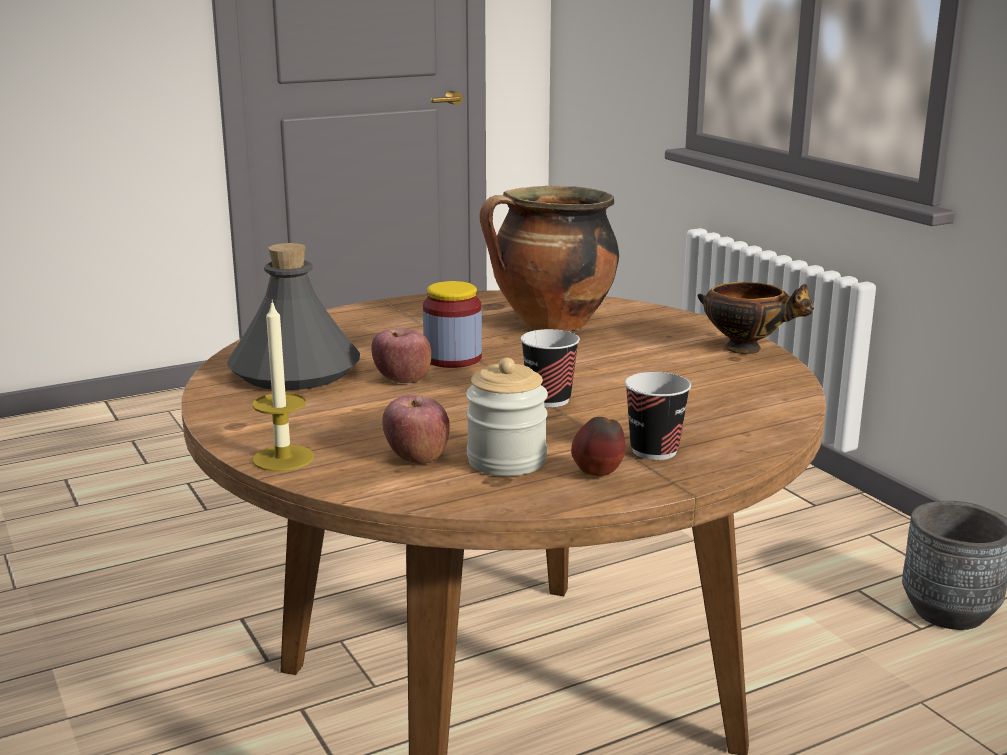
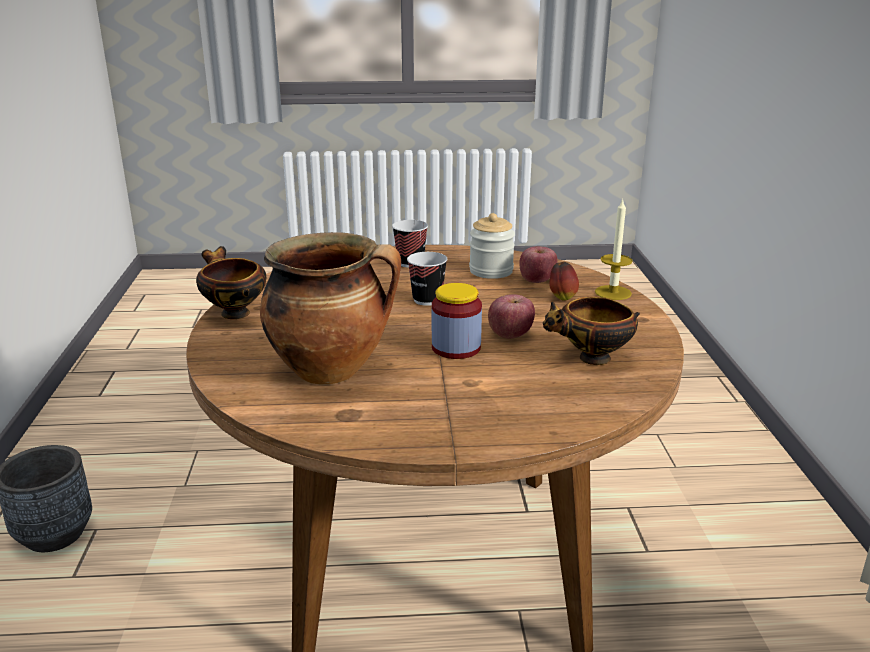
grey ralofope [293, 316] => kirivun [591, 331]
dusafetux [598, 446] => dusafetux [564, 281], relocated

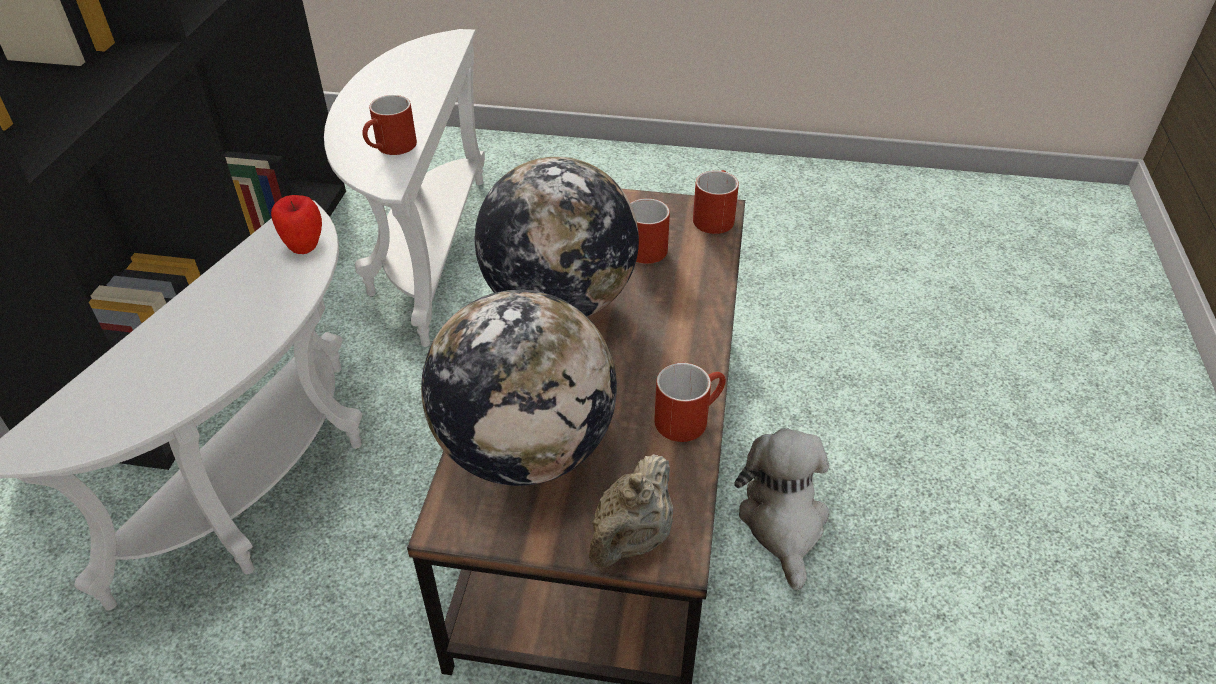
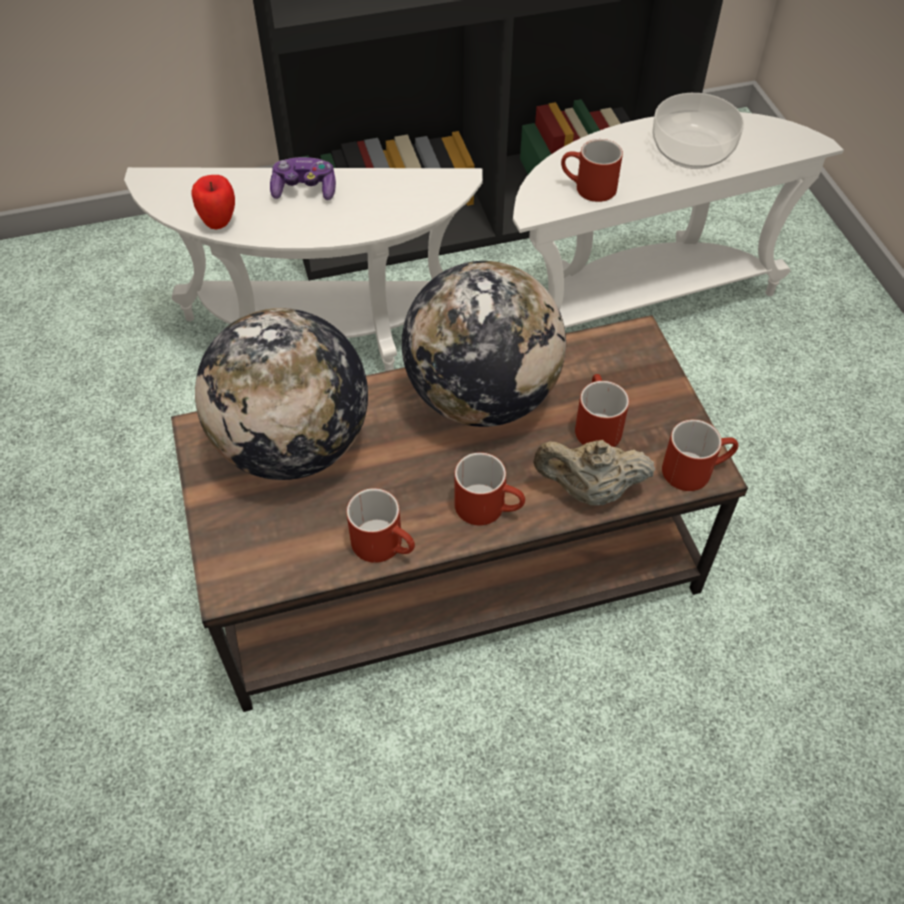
dusafetux [296, 224] => dusafetux [213, 202], relocated
nothing => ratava [303, 178]
nothing => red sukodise [489, 488]
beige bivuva [631, 511] => beige bivuva [594, 473], relocated
nothing => kirivun [698, 131]
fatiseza [782, 509] => nothing

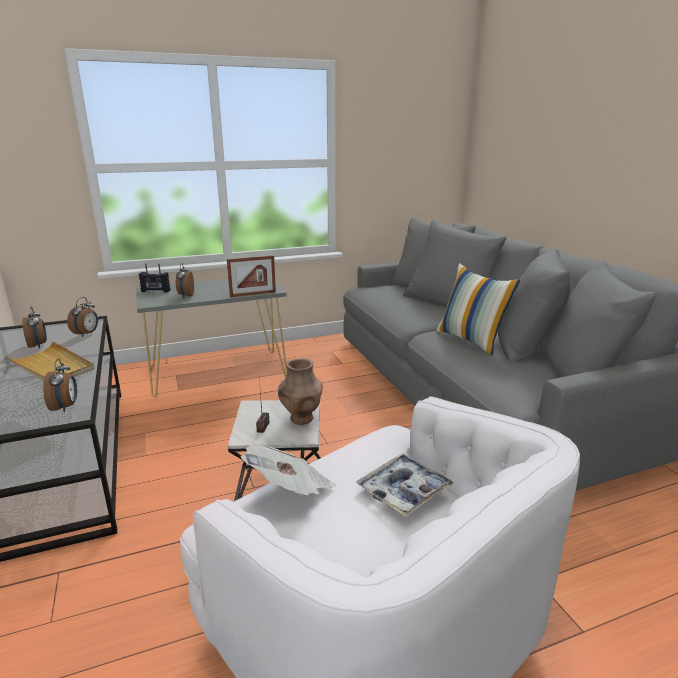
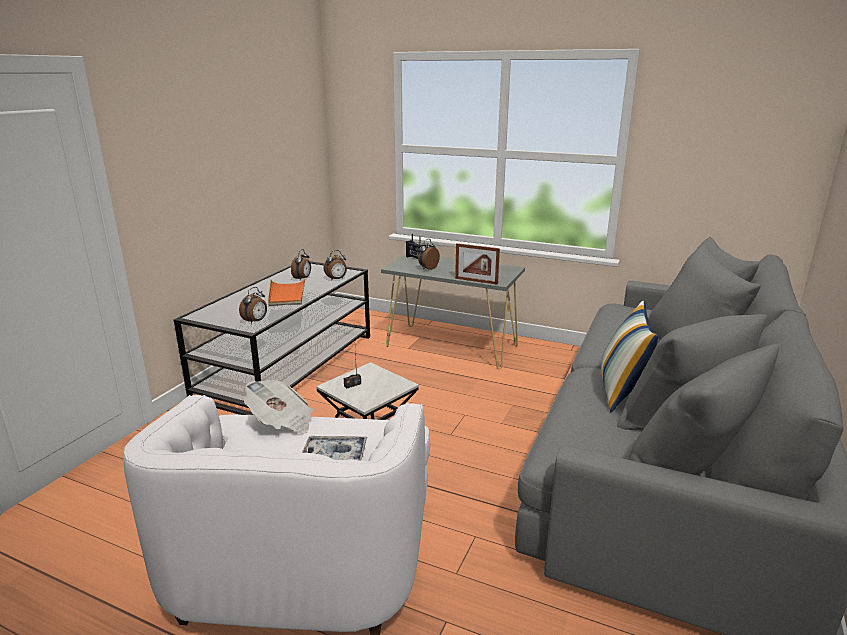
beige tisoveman [49, 361] => orange tisoveman [287, 292]
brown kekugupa [300, 391] => nothing

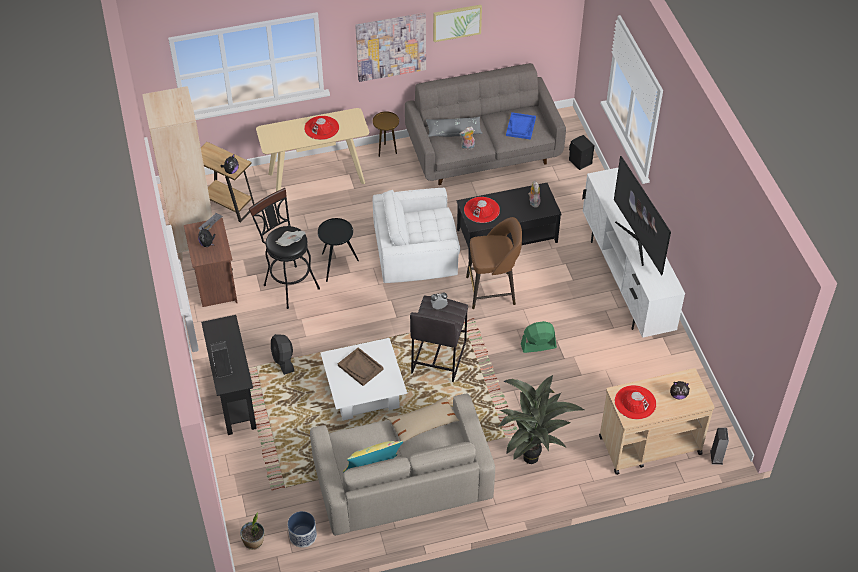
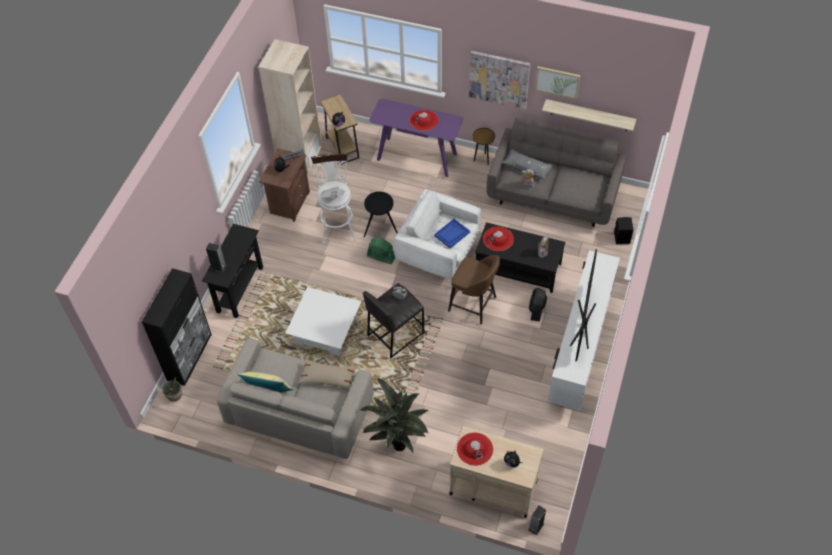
nothing => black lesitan [177, 327]
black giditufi [284, 248] => white giditufi [333, 198]
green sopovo [539, 337] => green sopovo [381, 250], relocated
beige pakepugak [312, 150] => purple pakepugak [416, 138]
blue tisoveman [521, 126] => blue tisoveman [452, 233], relocated
black sopovo [282, 354] => black sopovo [538, 305], relocated
nothing => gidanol [589, 115]
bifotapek [302, 529] => nothing
brown tisoveman [361, 366] => nothing

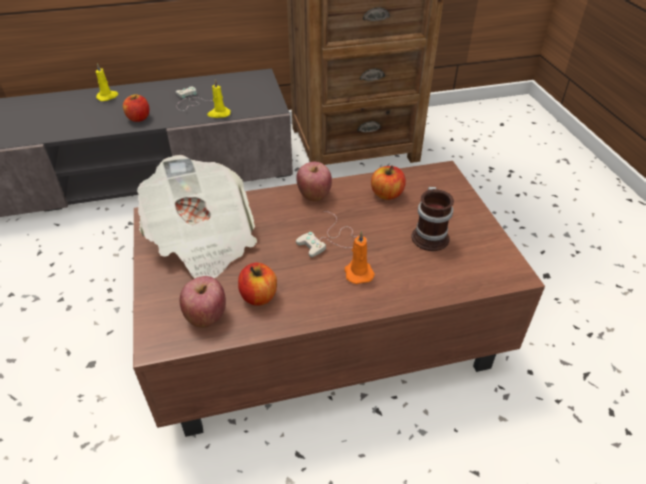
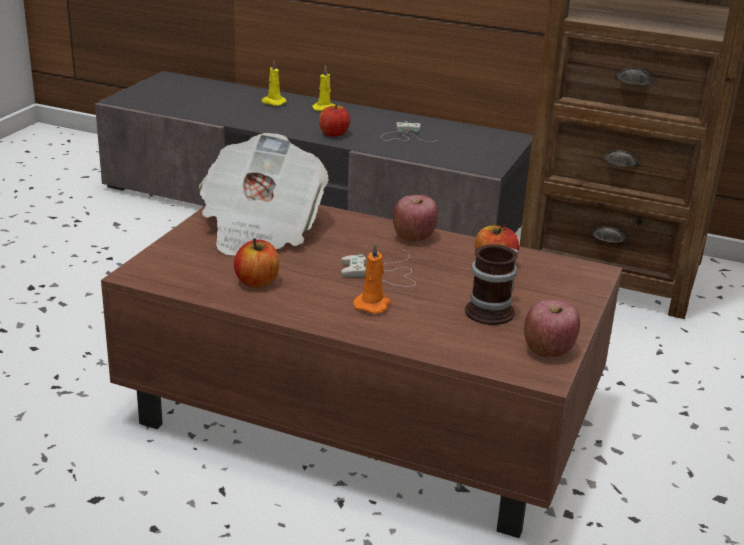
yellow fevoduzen [219, 98] => yellow fevoduzen [274, 83], relocated
dusafetux [203, 302] => dusafetux [552, 328], relocated

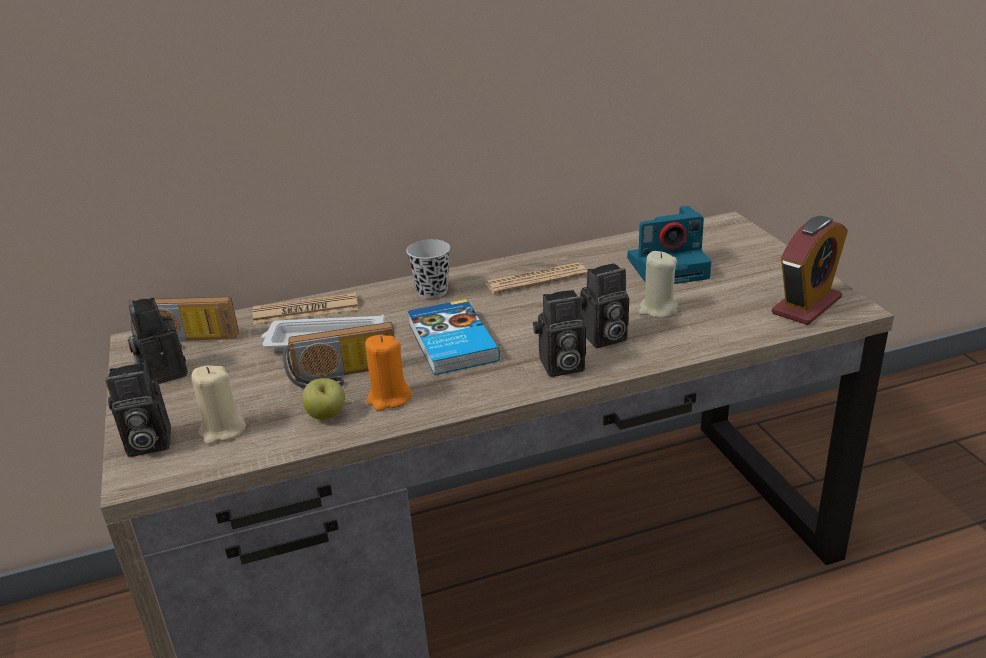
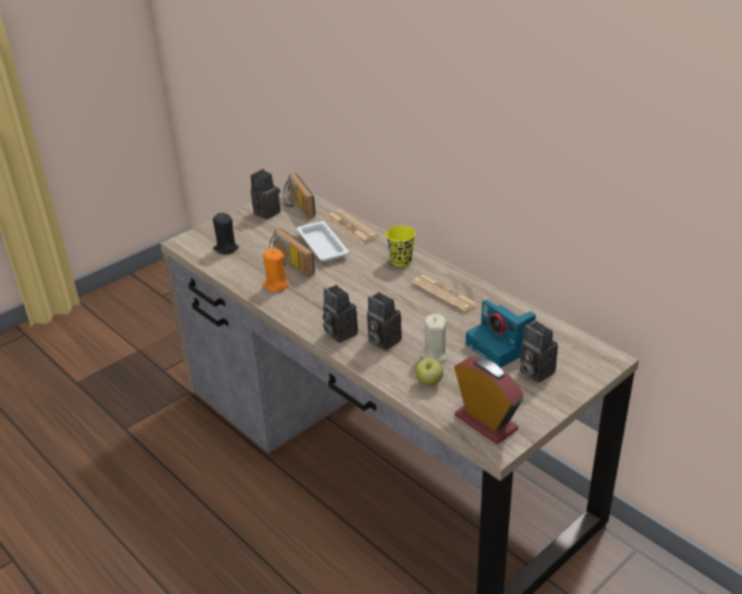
beige fevoduzen [218, 404] => black fevoduzen [226, 233]
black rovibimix [428, 269] => yellow rovibimix [400, 246]
dusafetux [323, 399] => dusafetux [429, 372], relocated
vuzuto [810, 270] => vuzuto [489, 400], 150 degrees counterclockwise
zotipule [138, 410] => zotipule [539, 352], relocated
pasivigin [454, 337] => nothing

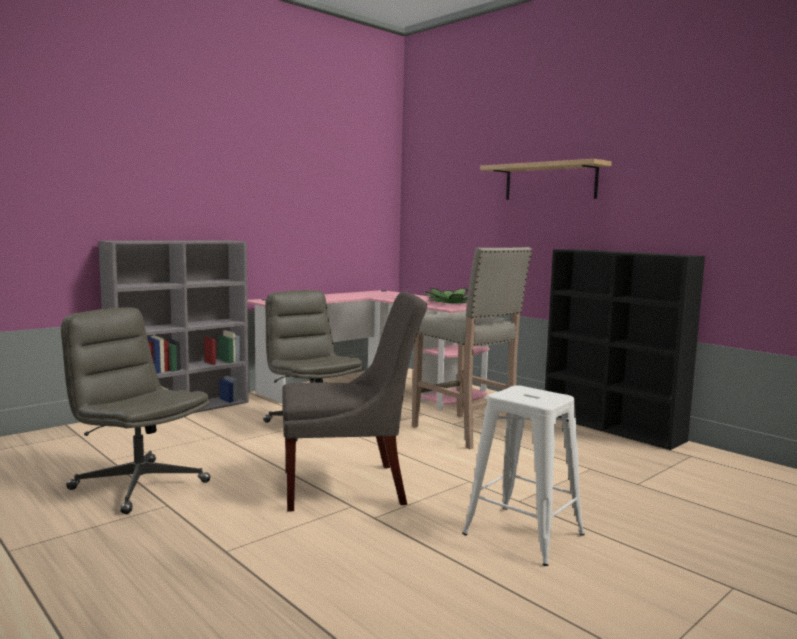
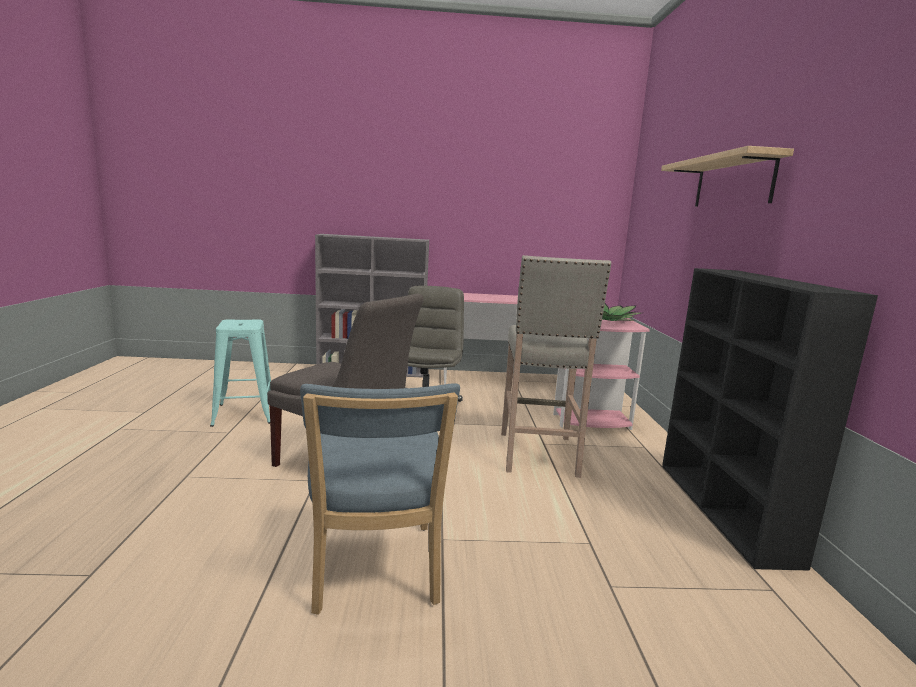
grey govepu [136, 411] => turquoise giditufi [240, 373]
white giditufi [523, 475] => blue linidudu [380, 499]

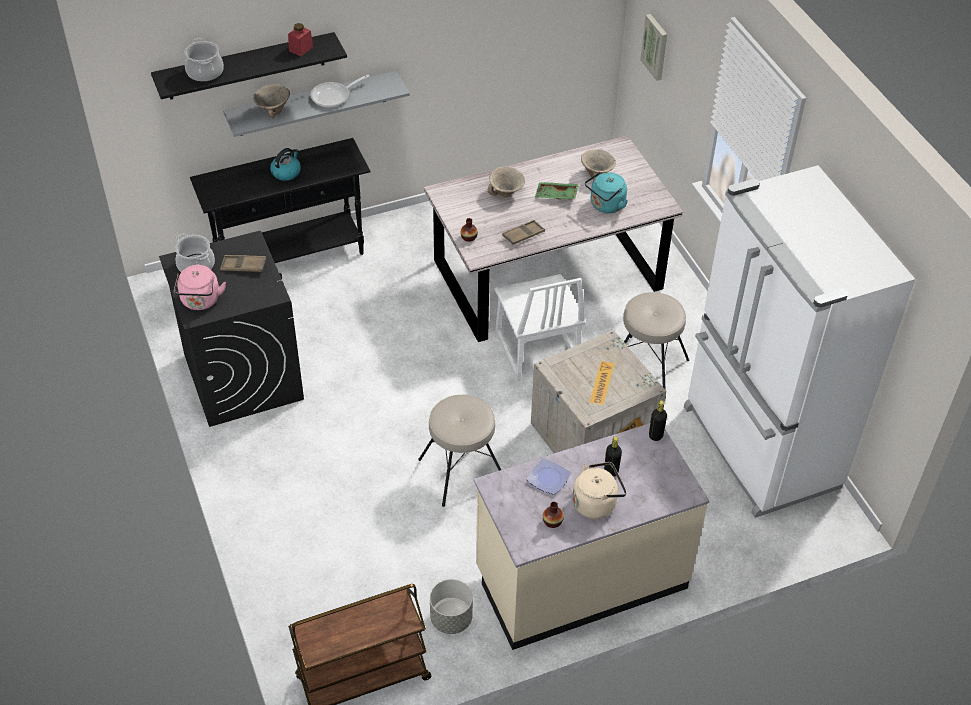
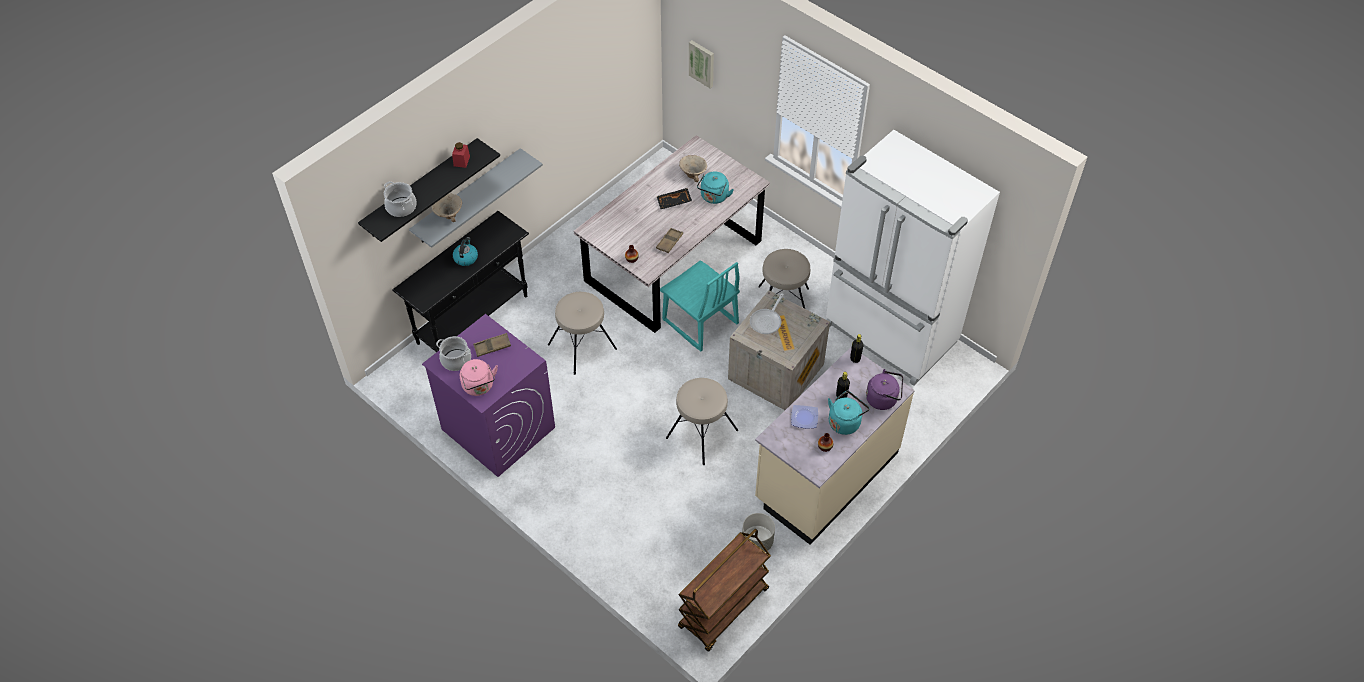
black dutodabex [231, 329] => purple dutodabex [488, 395]
nothing => beige giditufi [582, 333]
green tisoveman [557, 190] => black tisoveman [674, 198]
white linidudu [540, 327] => turquoise linidudu [700, 306]
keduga [339, 91] => keduga [767, 313], relocated
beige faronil [599, 490] => turquoise faronil [848, 413]
nothing => purple faronil [884, 389]
beige kirivun [506, 182] => nothing

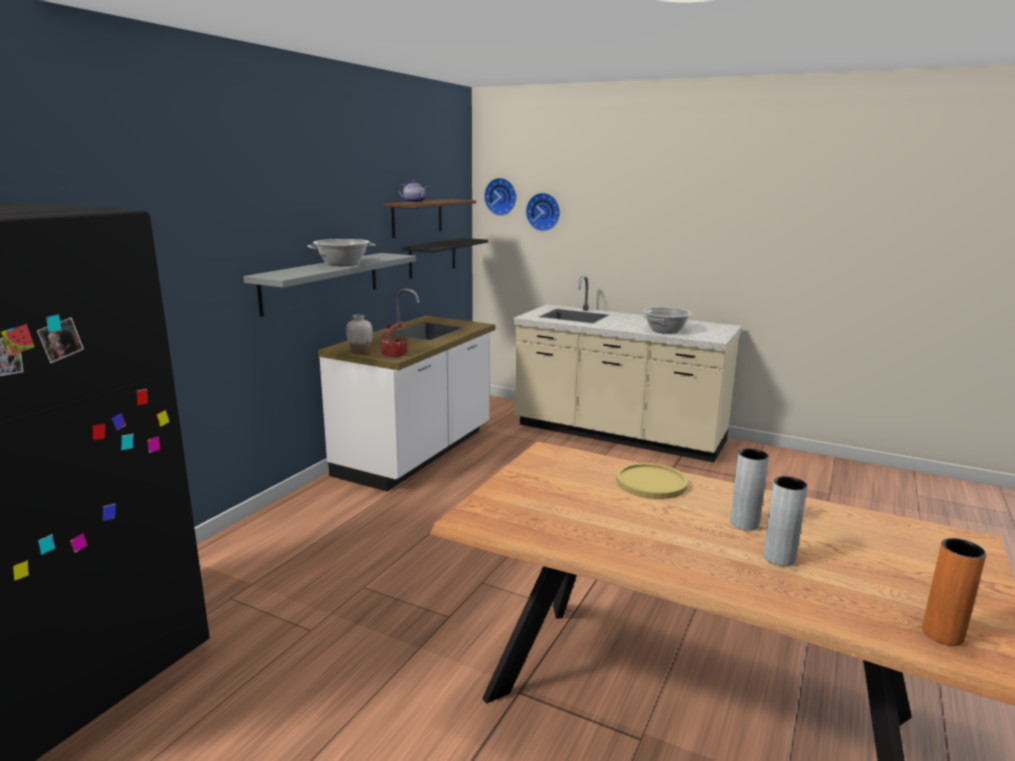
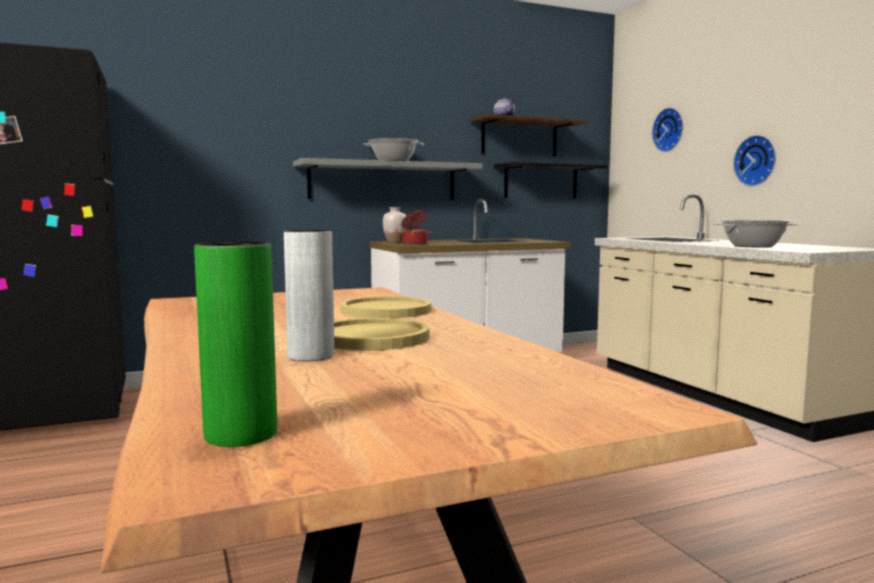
orange kekugupa [954, 592] => green kekugupa [235, 344]
grey kekugupa [749, 490] => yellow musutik [382, 334]
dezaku [500, 197] => dezaku [754, 160], relocated

